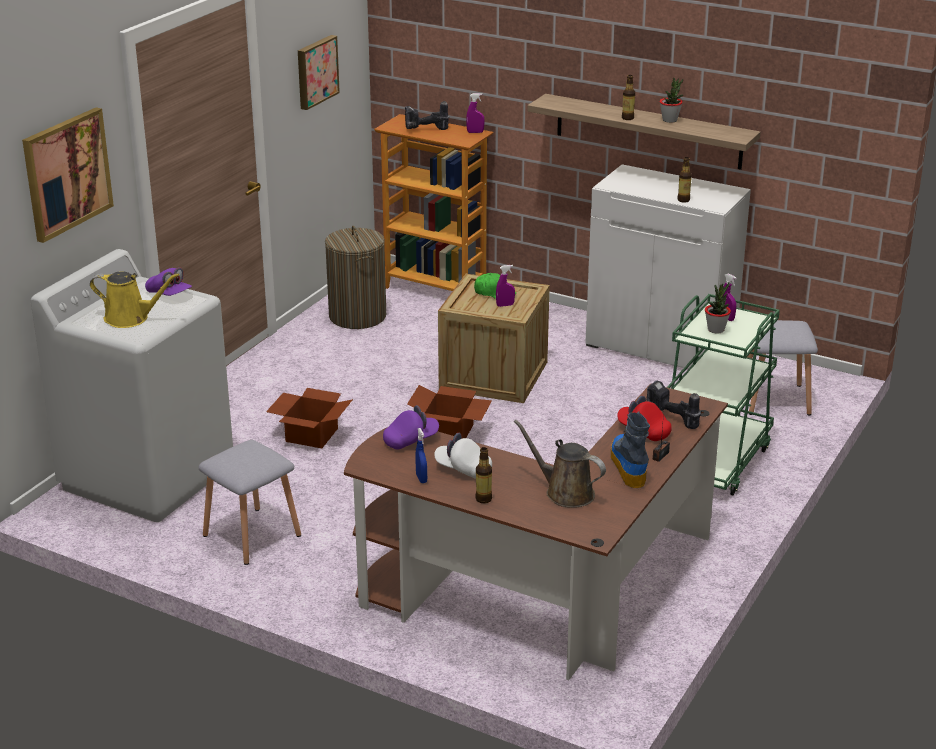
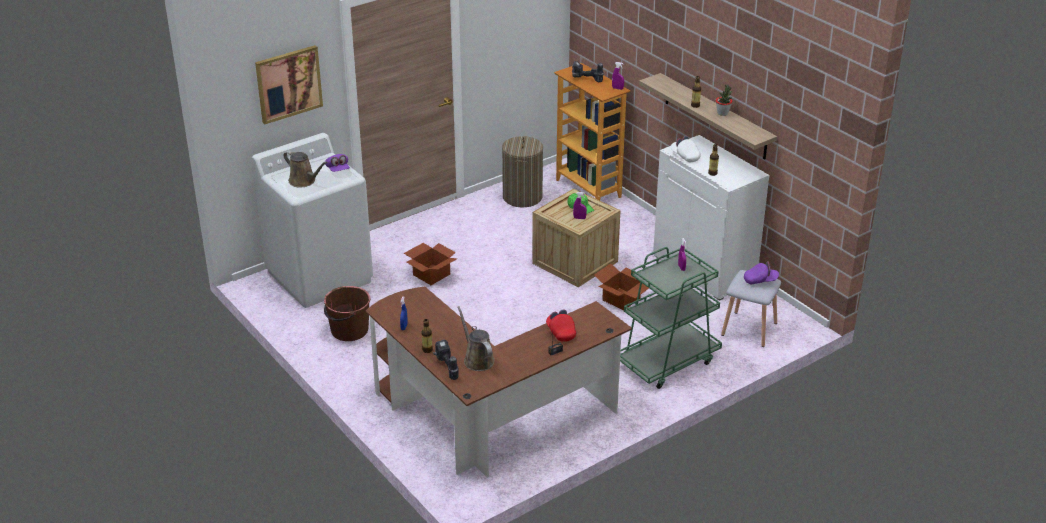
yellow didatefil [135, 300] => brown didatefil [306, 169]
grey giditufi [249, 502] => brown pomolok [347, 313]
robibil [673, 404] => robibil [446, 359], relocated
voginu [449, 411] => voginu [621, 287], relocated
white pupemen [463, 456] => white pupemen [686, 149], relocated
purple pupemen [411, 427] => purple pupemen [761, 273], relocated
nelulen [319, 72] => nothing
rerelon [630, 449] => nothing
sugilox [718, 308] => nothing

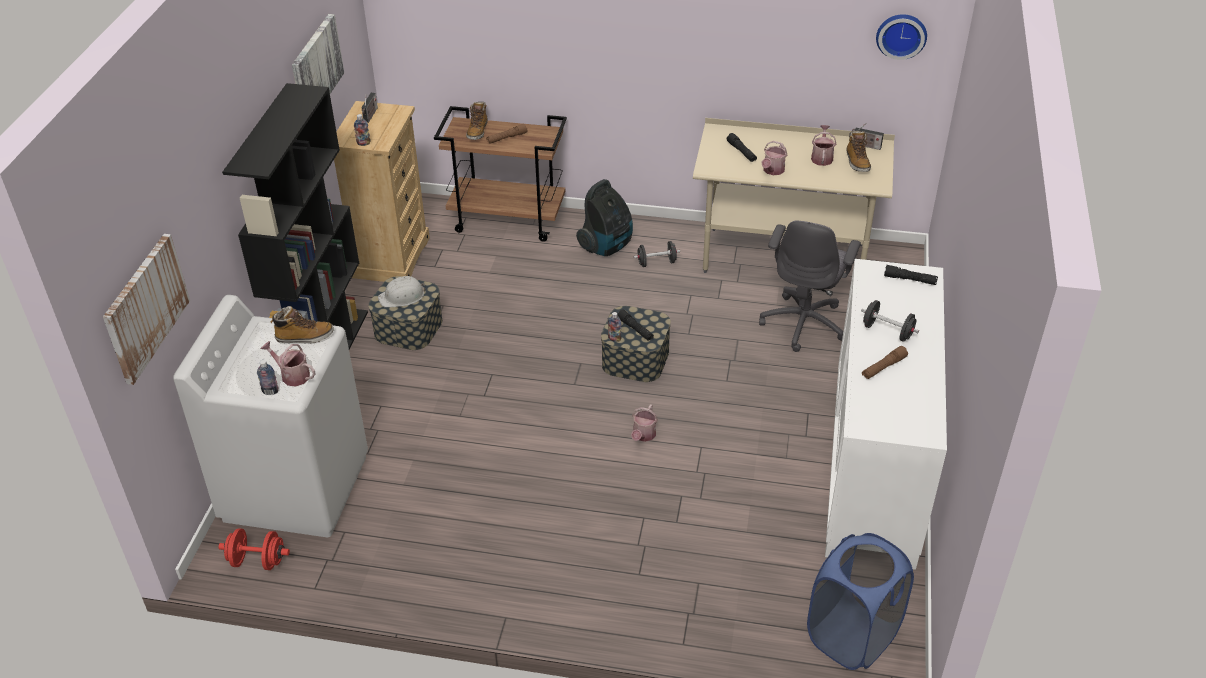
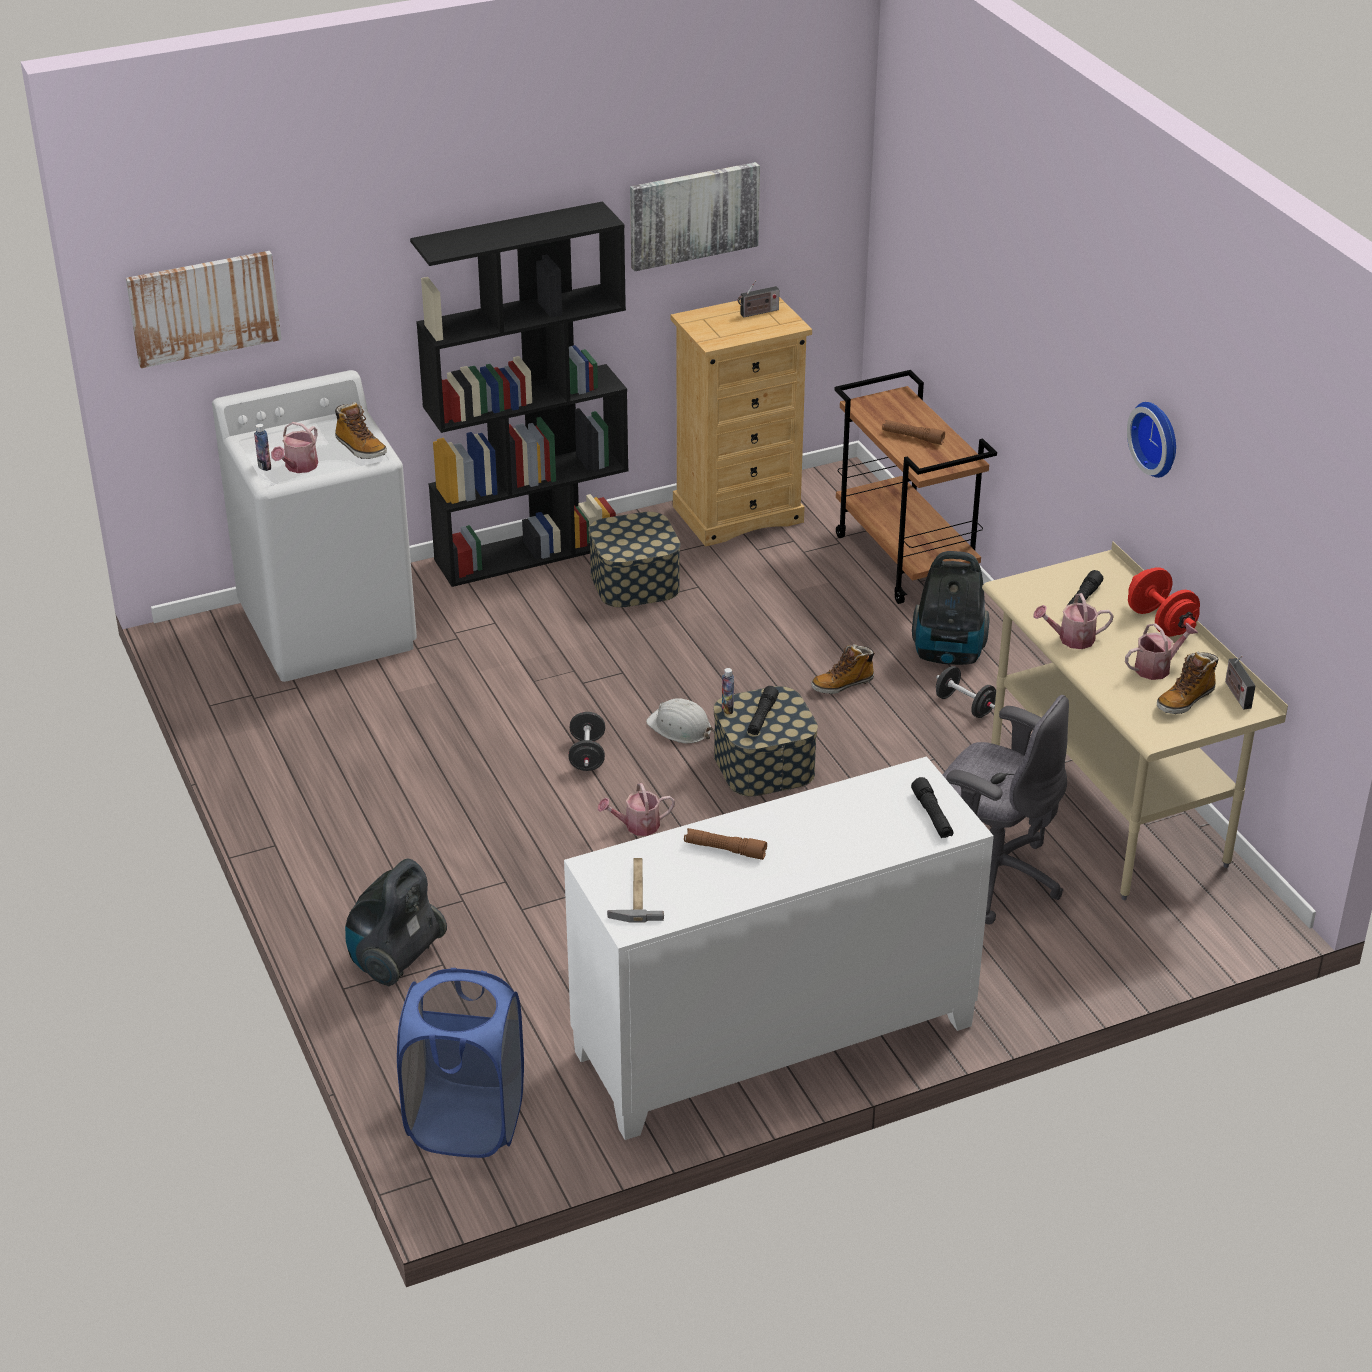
didatefil [288, 364] => didatefil [294, 447], 150 degrees counterclockwise
nothing => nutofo [396, 923]
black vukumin [890, 321] => black vukumin [587, 741], relocated
nothing => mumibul [635, 890]
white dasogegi [402, 291] => white dasogegi [680, 720], relocated
rerelon [477, 121] => rerelon [842, 669], relocated
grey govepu [810, 286] => grey govepu [1005, 809], 135 degrees counterclockwise
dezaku [901, 37] => dezaku [1151, 440], relocated
red vukumin [254, 549] => red vukumin [1164, 602], relocated
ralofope [362, 130] => nothing

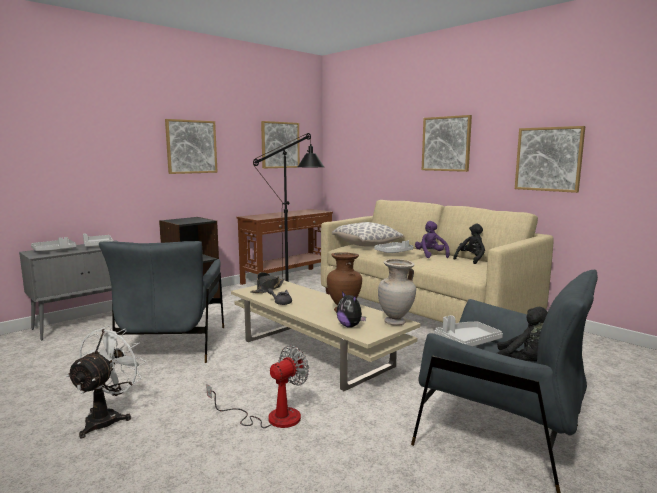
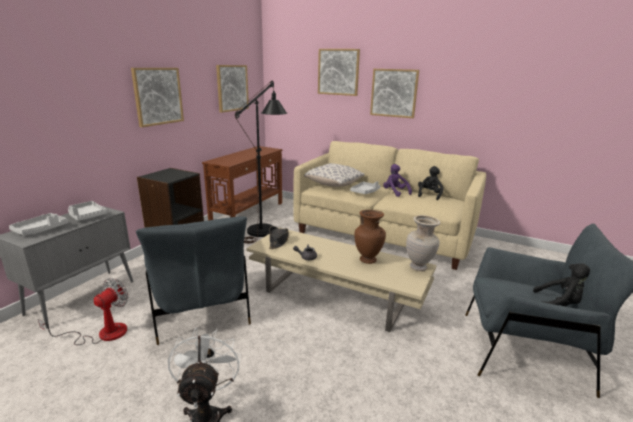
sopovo [257, 387] => sopovo [83, 311], relocated
nelulen [550, 159] => nelulen [339, 72], relocated
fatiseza [351, 309] => nothing
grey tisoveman [469, 330] => nothing

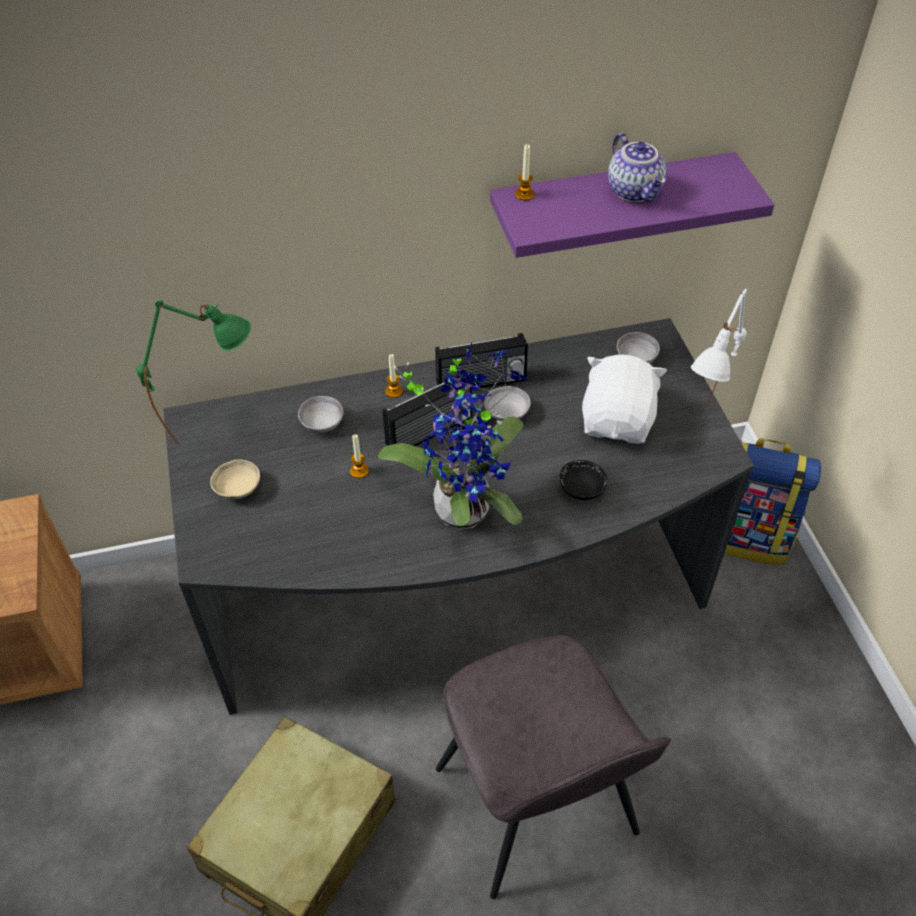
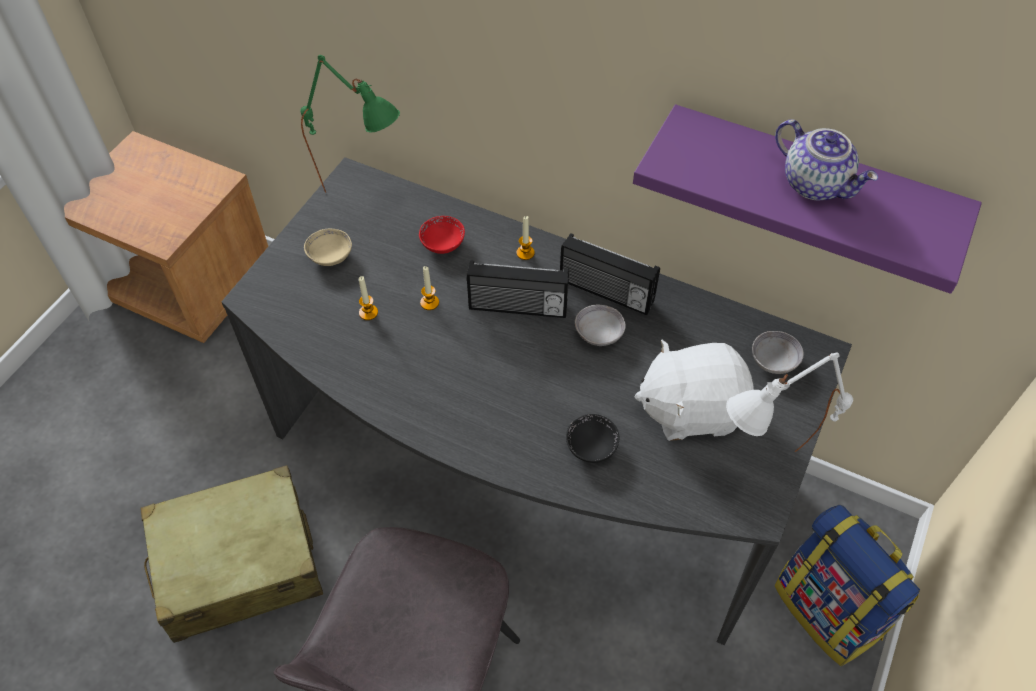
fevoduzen [524, 172] => fevoduzen [368, 298], relocated
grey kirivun [320, 414] => red kirivun [442, 235]
white fatiseza [624, 399] => white fatiseza [694, 390], 150 degrees counterclockwise
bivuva [637, 167] => bivuva [826, 160], 60 degrees counterclockwise
sugilox [453, 435] => nothing

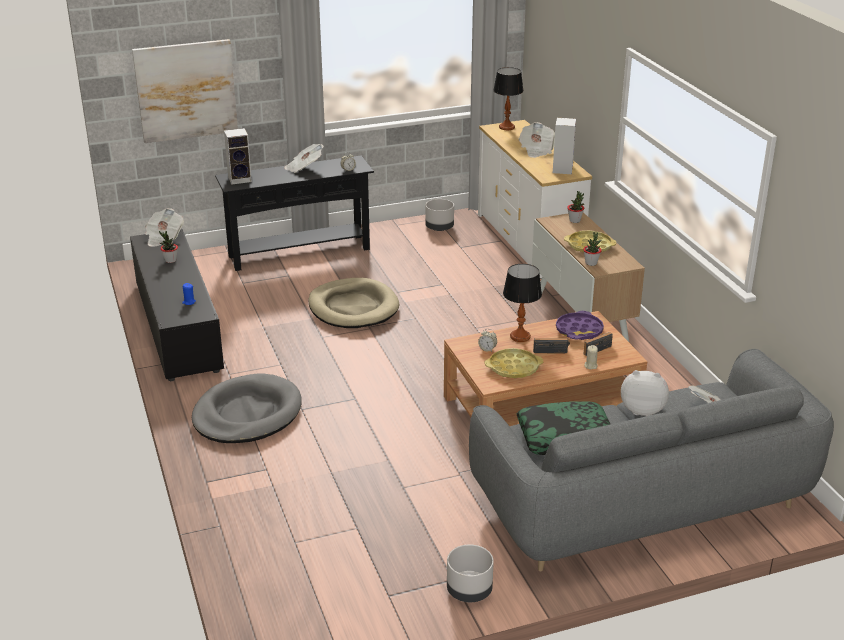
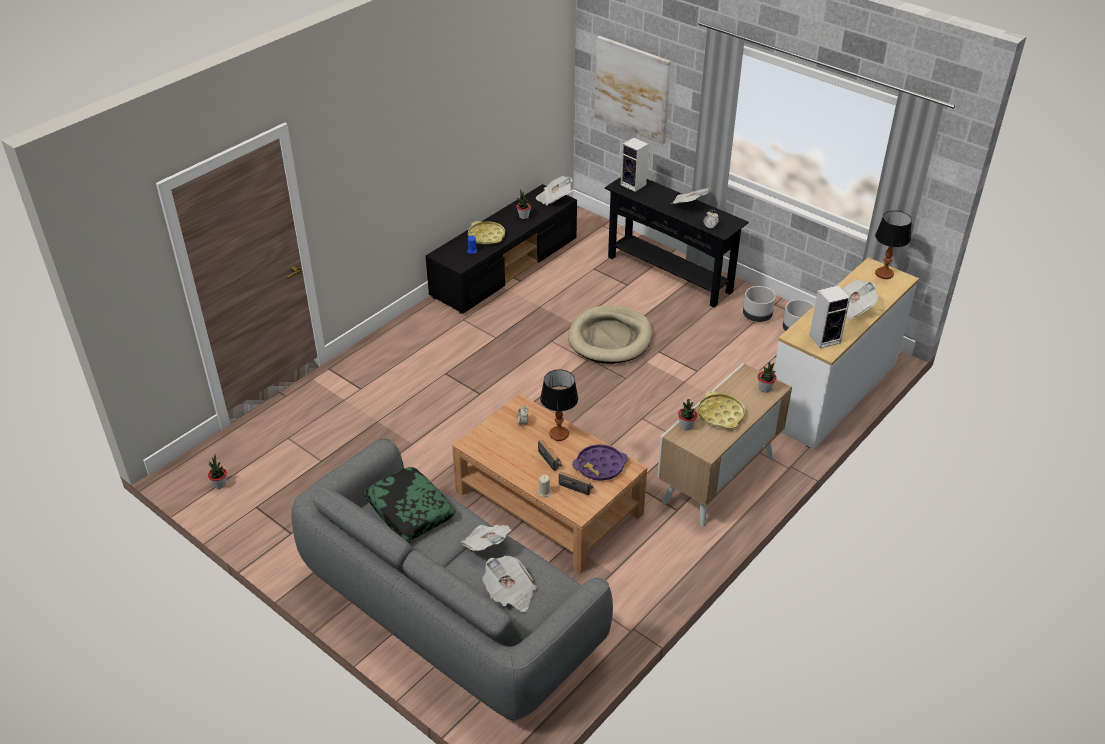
nothing => sugilox [217, 471]
fatiseza [645, 393] => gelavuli [486, 538]
yellow tisoveman [514, 363] => yellow tisoveman [486, 232], relocated
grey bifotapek [470, 573] => grey bifotapek [759, 304], relocated
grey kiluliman [247, 408] => nothing

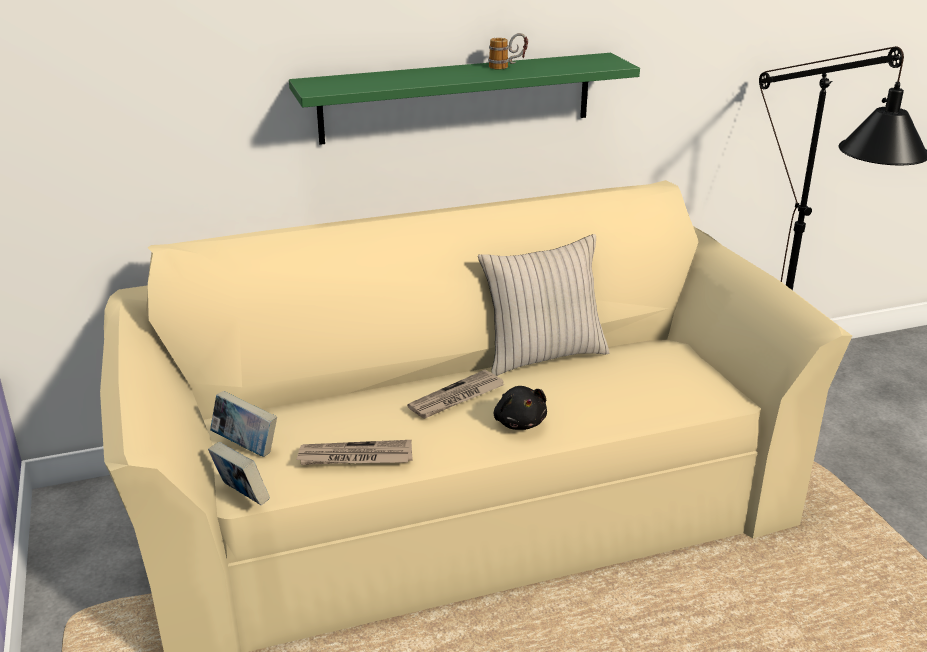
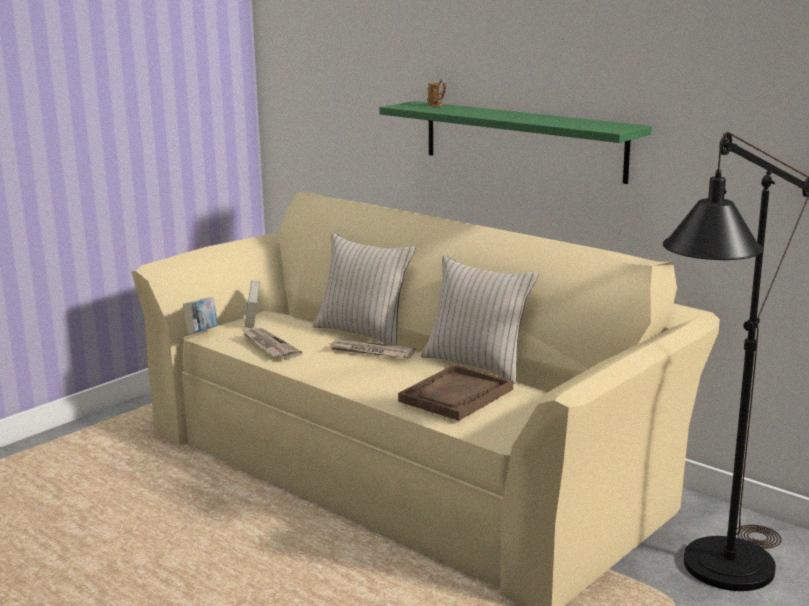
nothing => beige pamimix [364, 289]
nothing => brown tisoveman [455, 393]
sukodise [508, 51] => sukodise [436, 92], relocated
black fatiseza [520, 408] => nothing

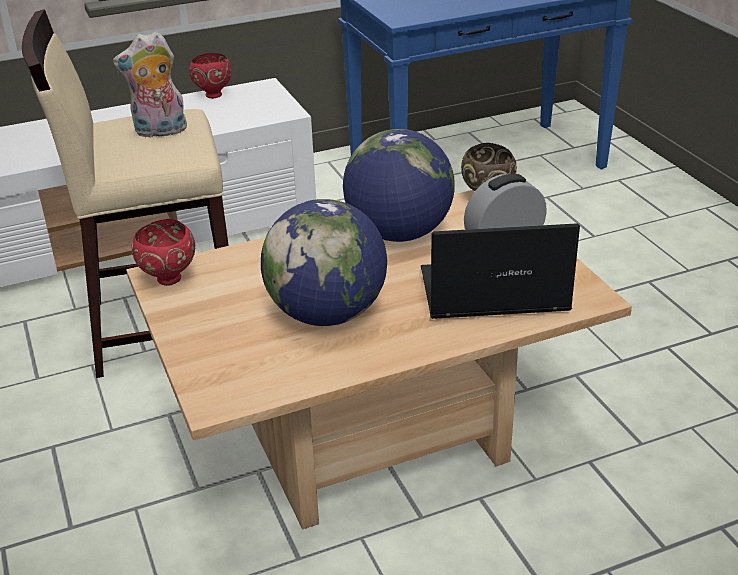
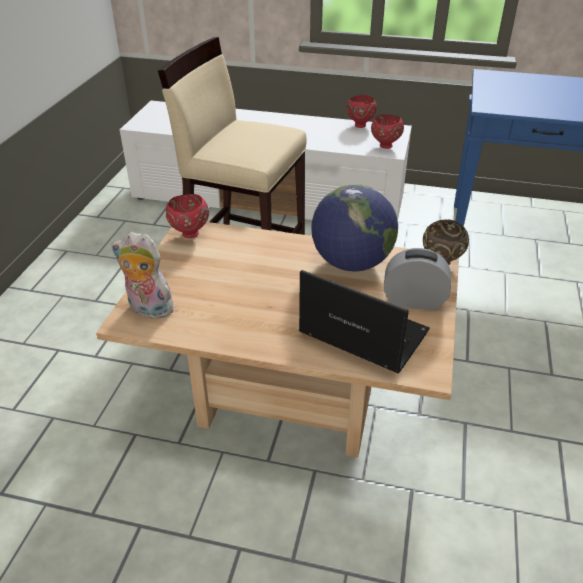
fatiseza [150, 84] => fatiseza [143, 275], relocated
nothing => red kirivun [387, 131]
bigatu [324, 262] => nothing

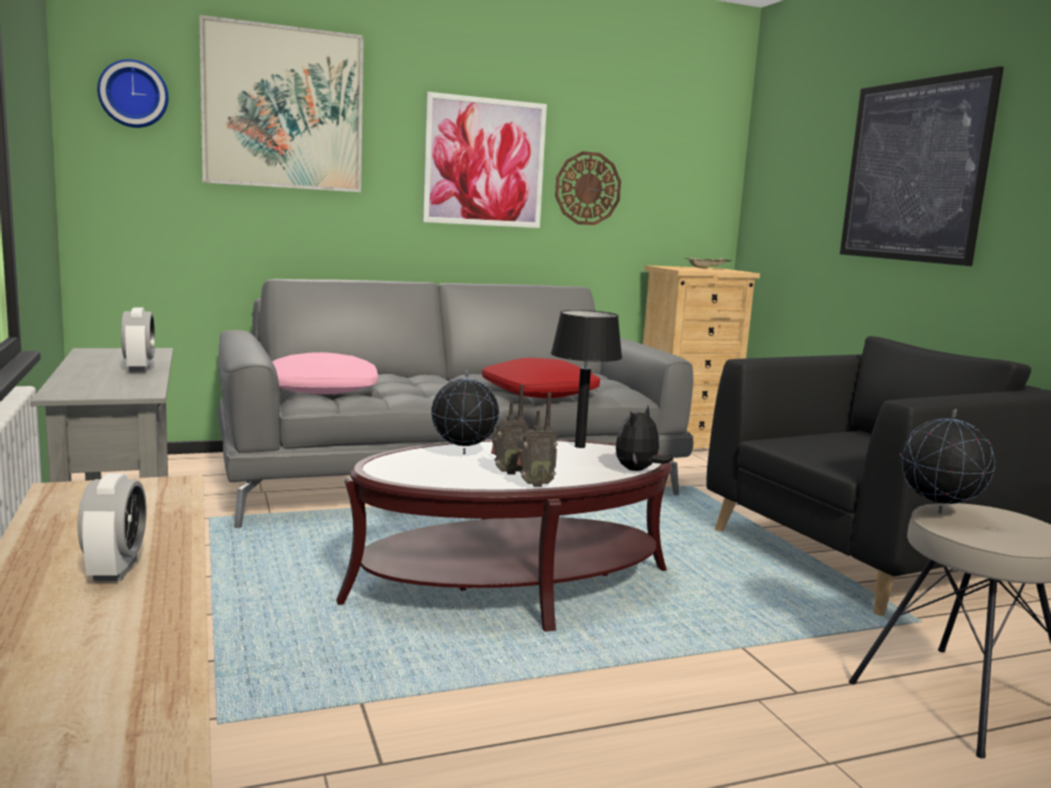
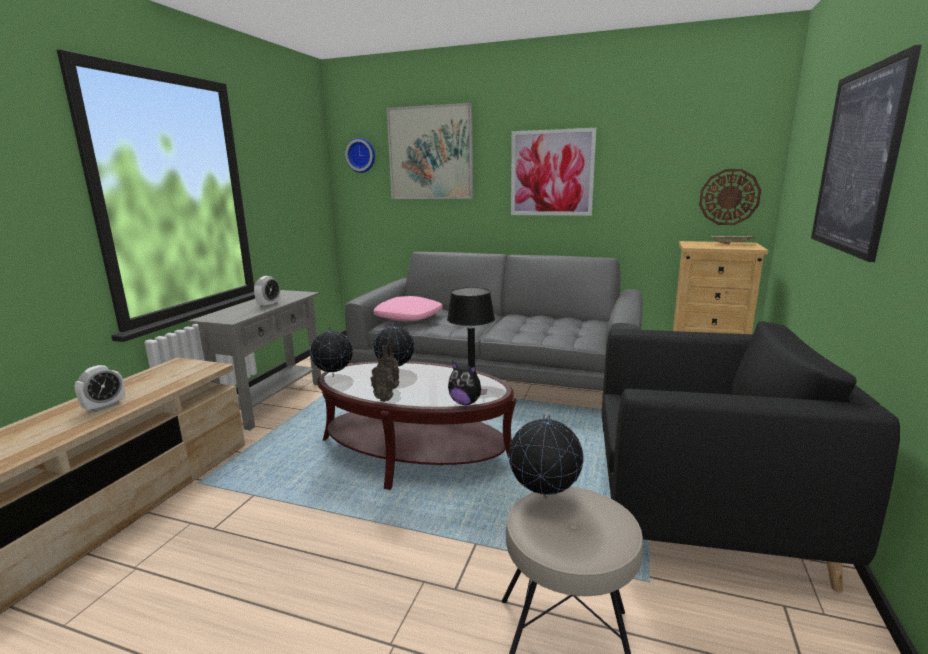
nothing => bigatu [331, 351]
fatiseza [644, 438] => fatiseza [467, 383], 135 degrees counterclockwise
dezaku [588, 188] => dezaku [730, 197], relocated
red pamimix [541, 378] => nothing

